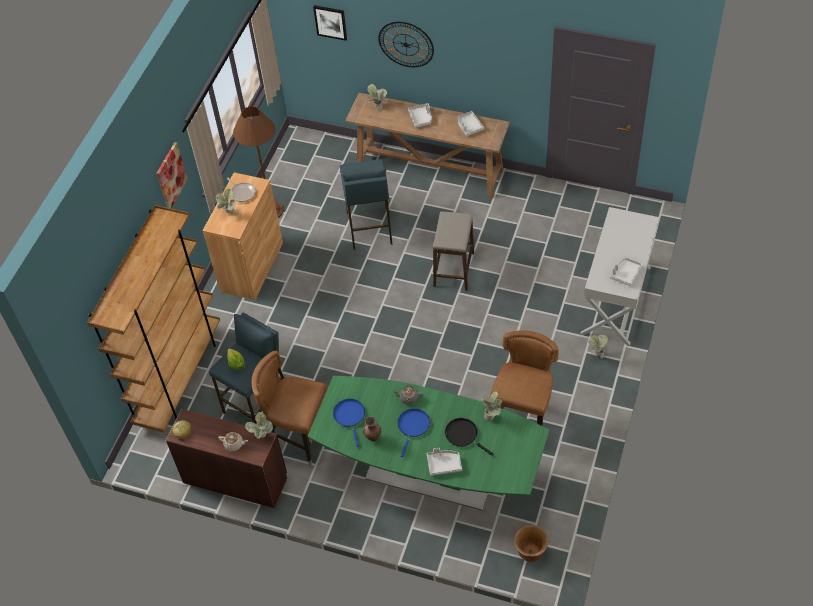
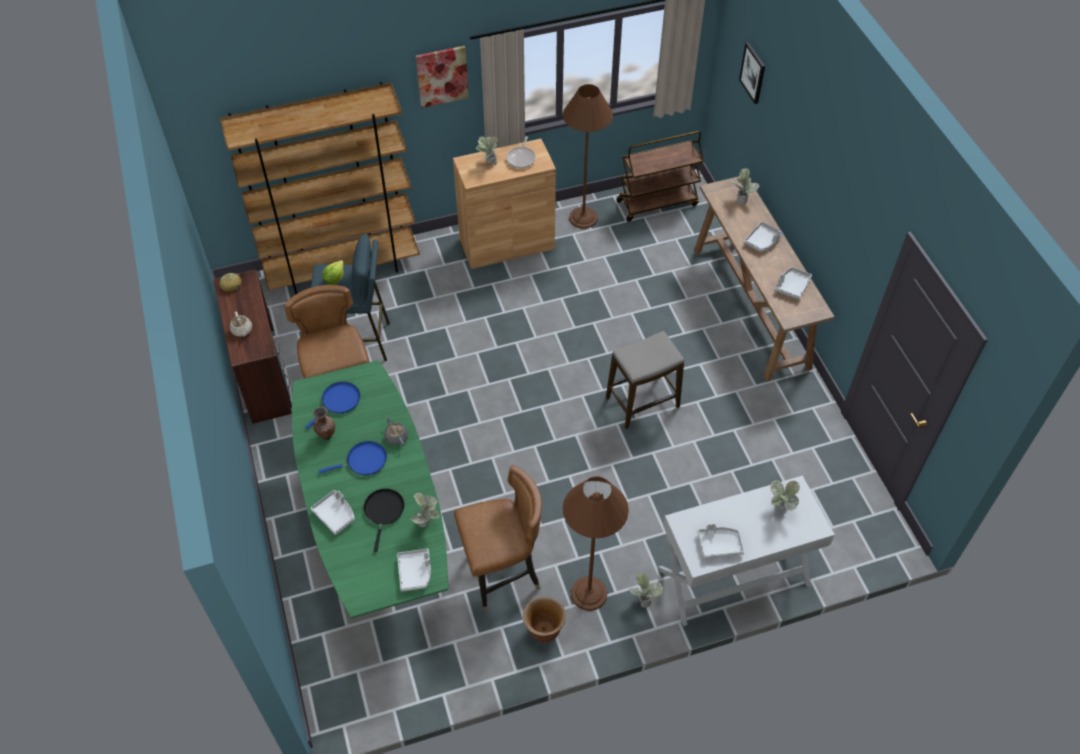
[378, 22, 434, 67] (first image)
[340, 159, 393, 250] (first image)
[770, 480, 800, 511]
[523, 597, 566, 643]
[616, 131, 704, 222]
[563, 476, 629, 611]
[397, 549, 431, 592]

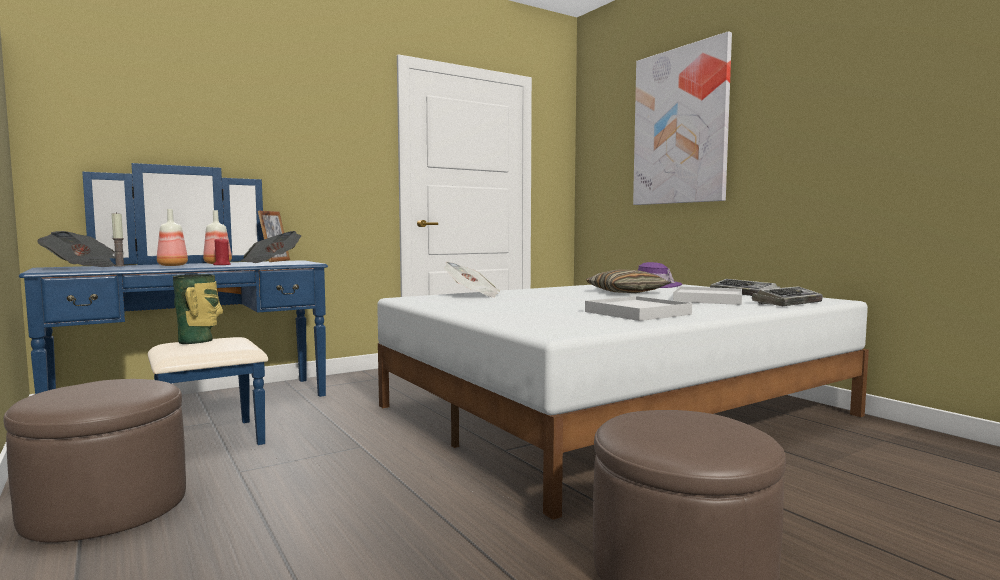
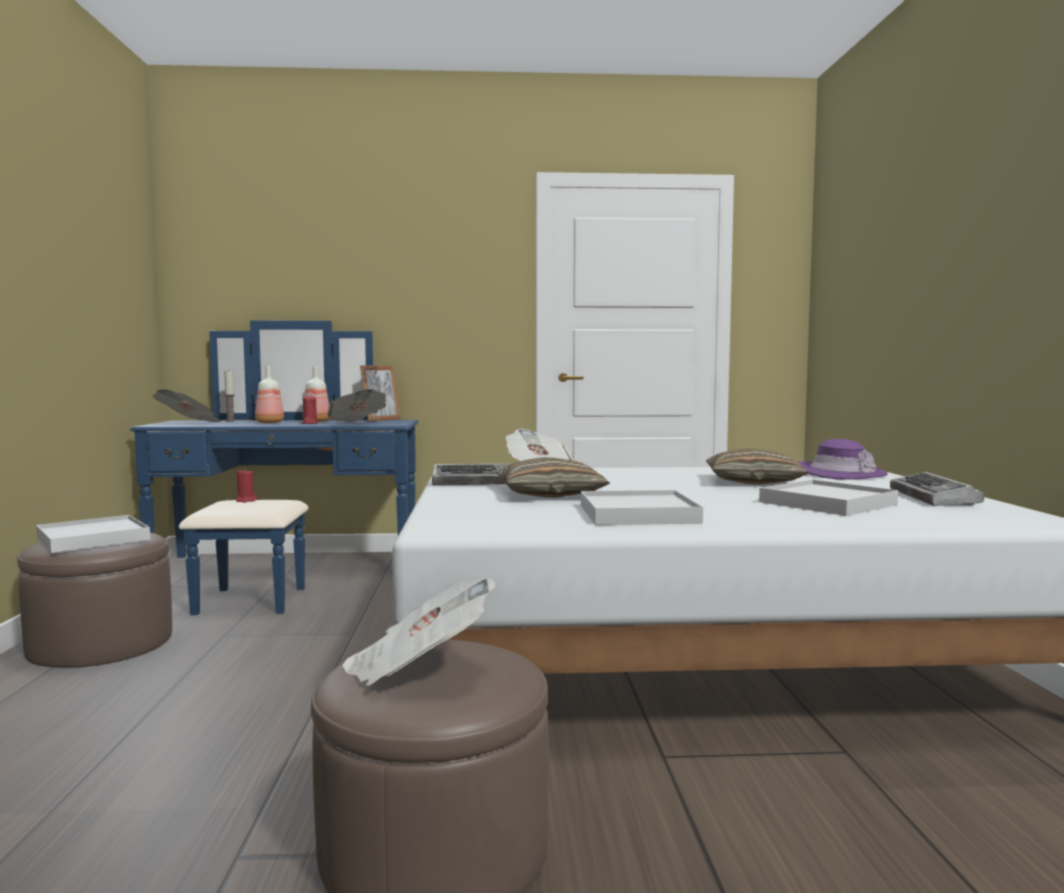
[633, 31, 732, 205] (first image)
[236, 468, 257, 503]
[432, 464, 509, 485]
[496, 457, 610, 498]
[36, 515, 150, 553]
[342, 578, 496, 686]

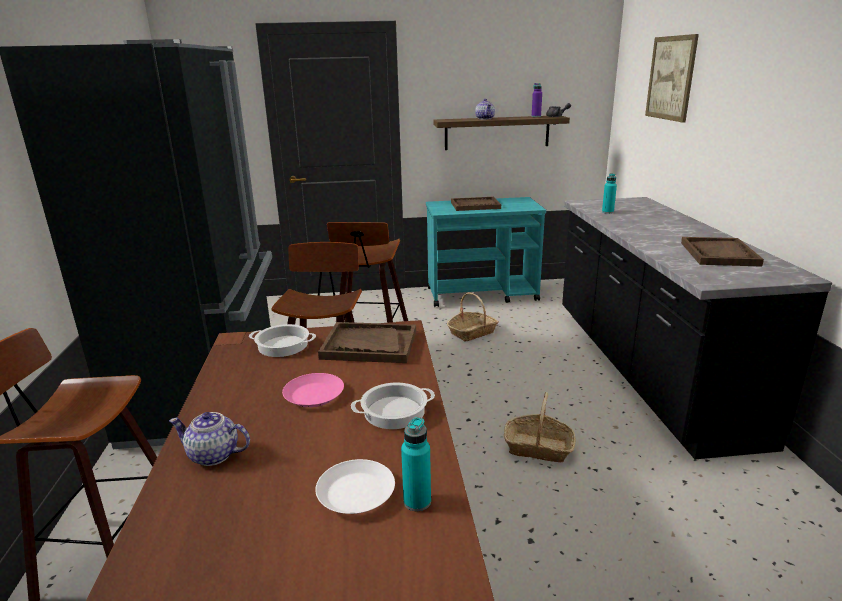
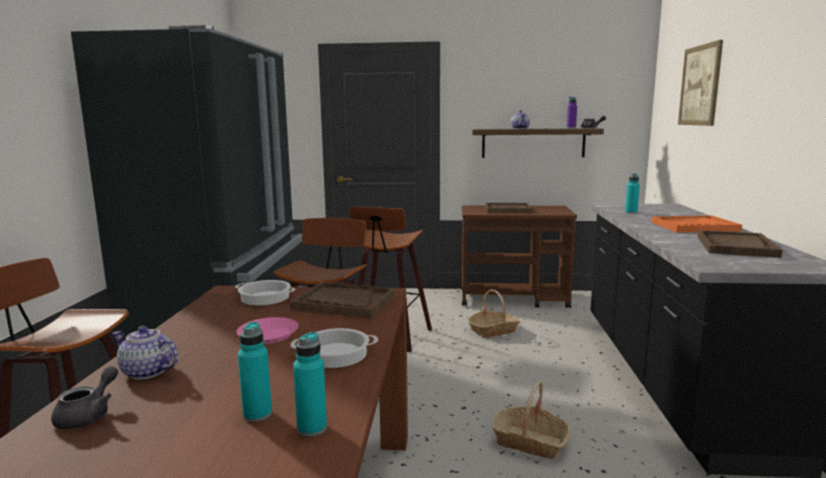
[462, 205, 577, 308]
[238, 322, 272, 422]
[652, 215, 742, 233]
[51, 366, 118, 429]

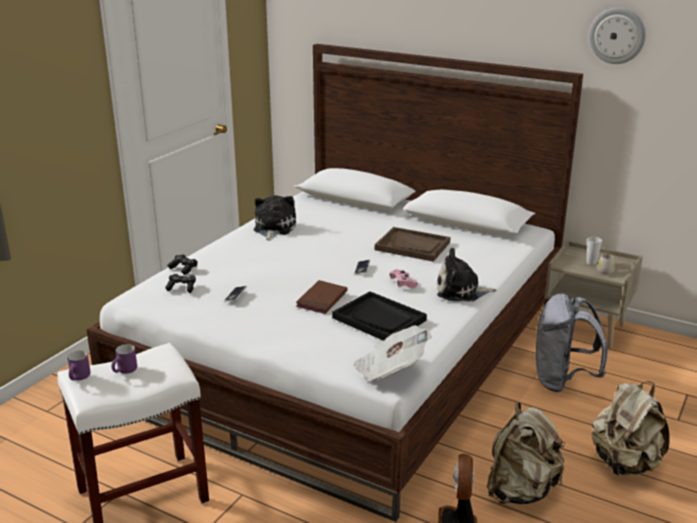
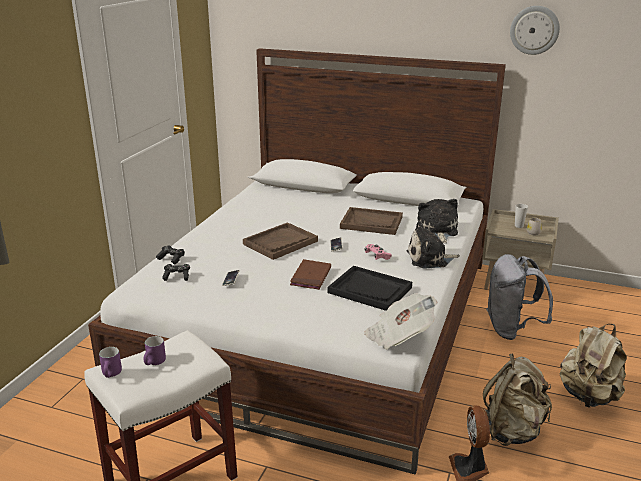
[417, 199, 458, 243]
[243, 222, 318, 260]

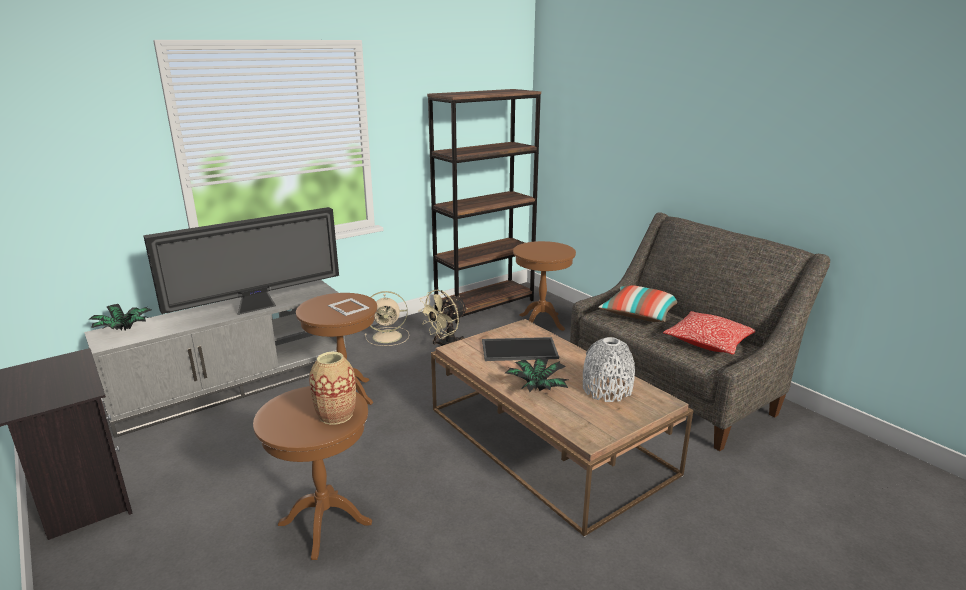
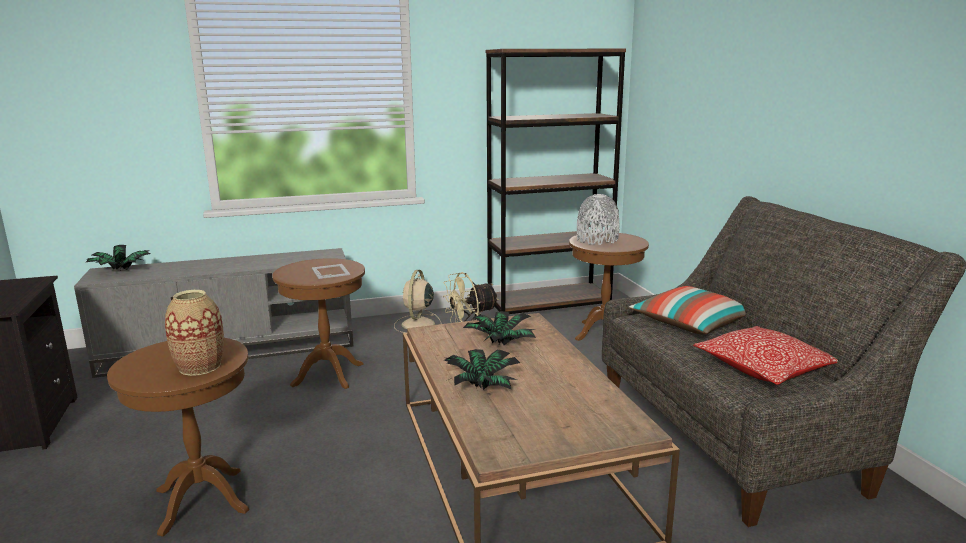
[143, 207, 339, 315] (first image)
[394, 270, 441, 333]
[463, 311, 537, 345]
[577, 194, 620, 245]

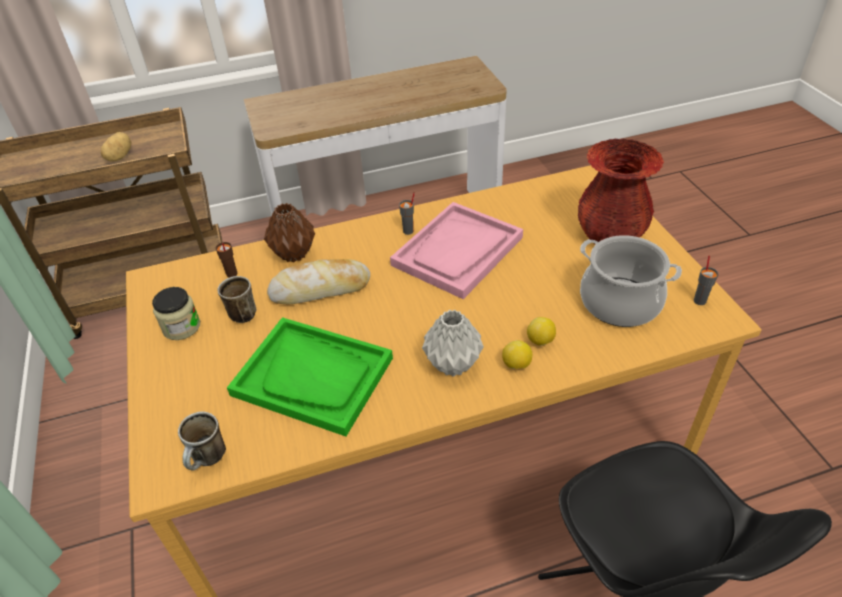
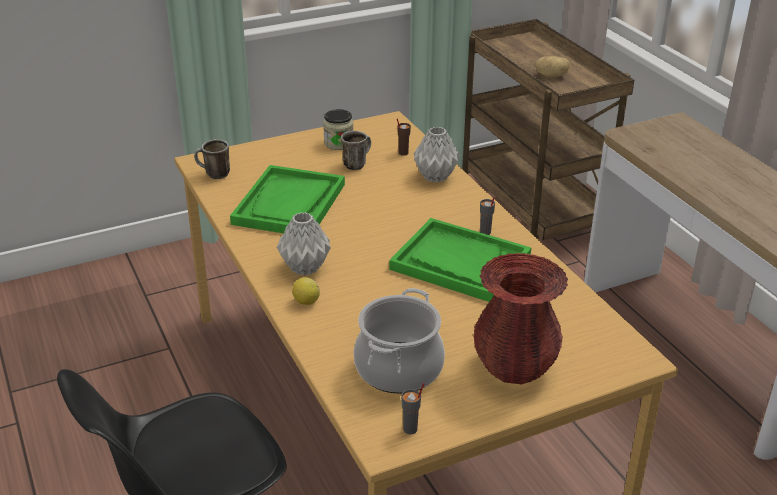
[389, 218, 531, 302]
[414, 127, 460, 183]
[267, 259, 370, 304] (first image)
[527, 317, 556, 346] (first image)

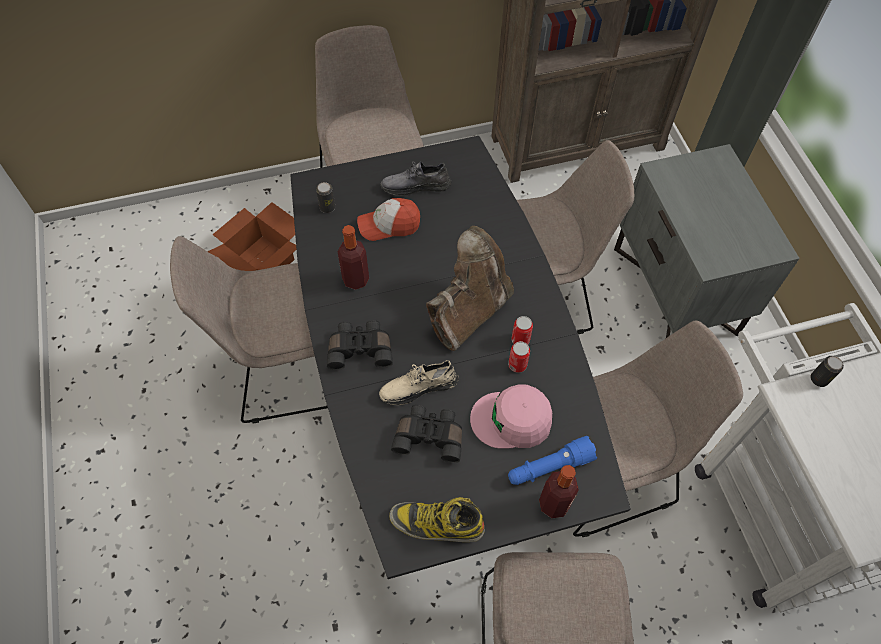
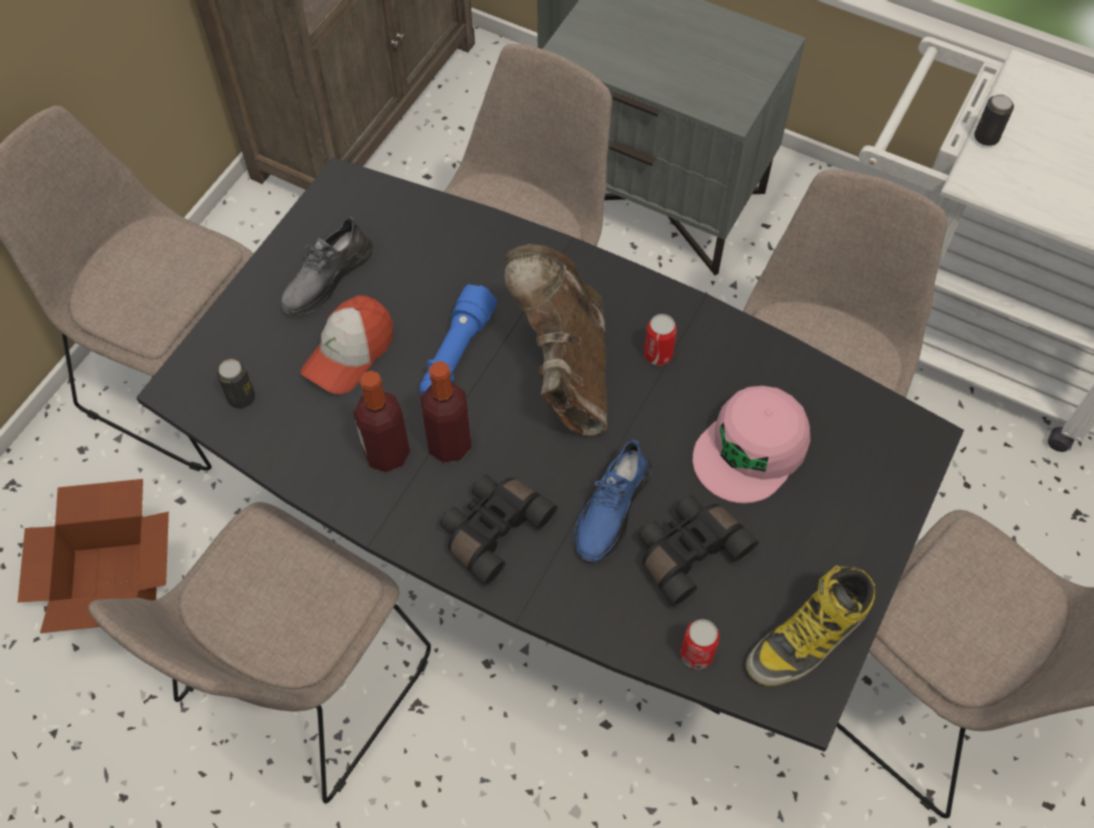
[680, 619, 720, 670]
[574, 439, 652, 562]
[420, 284, 497, 395]
[421, 361, 472, 463]

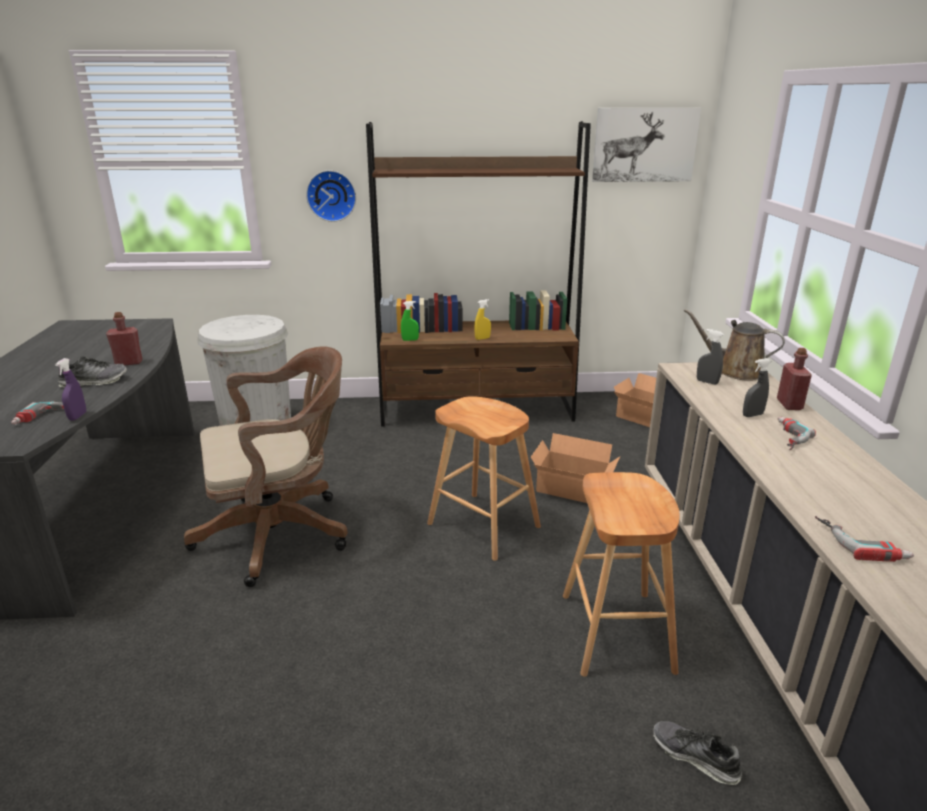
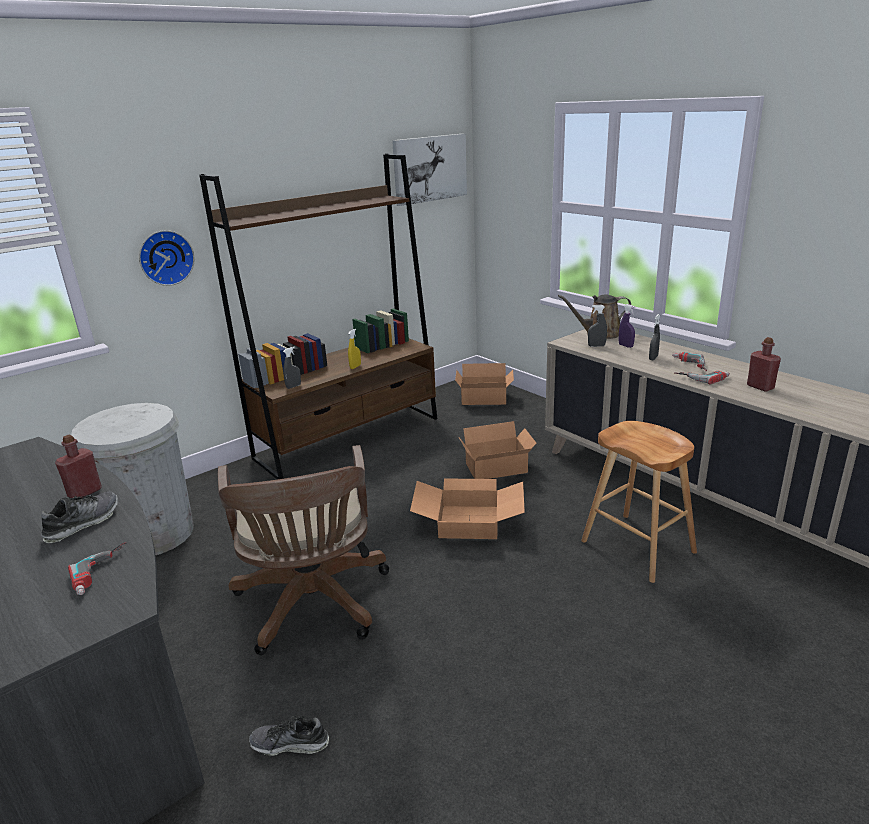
[283, 347, 301, 389]
[218, 445, 389, 655]
[747, 337, 781, 392]
[619, 304, 635, 348]
[410, 479, 525, 539]
[674, 371, 730, 385]
[249, 716, 329, 756]

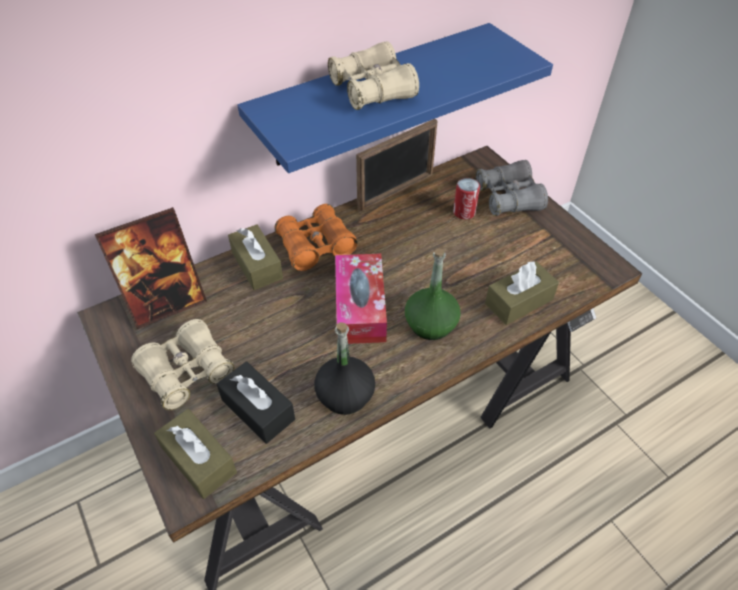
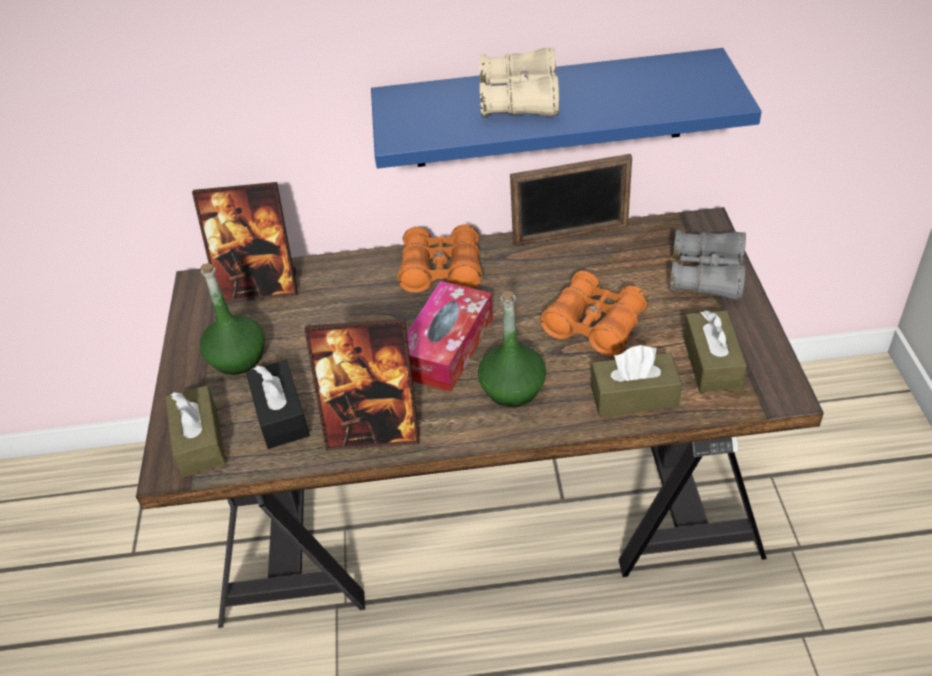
[453, 178, 480, 219] (first image)
[683, 310, 747, 393]
[200, 263, 265, 375]
[304, 319, 420, 451]
[540, 271, 649, 357]

